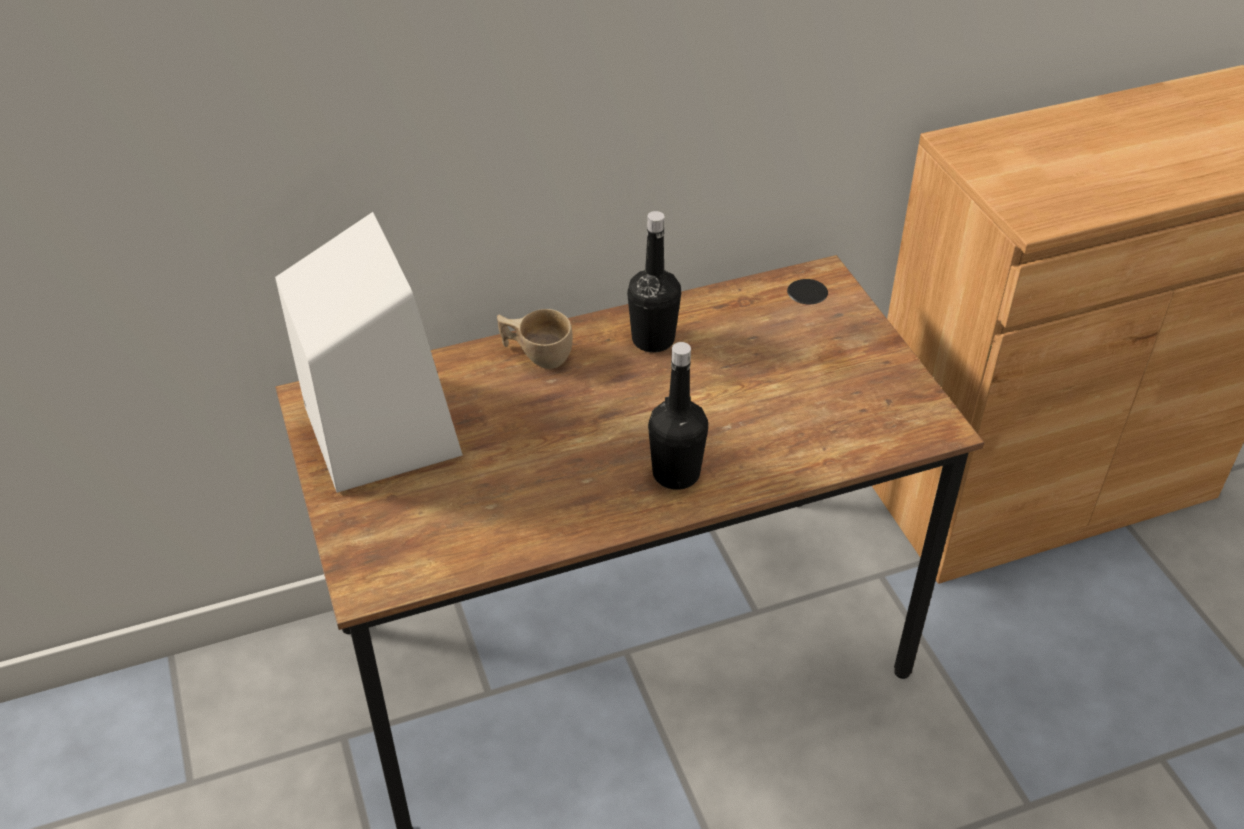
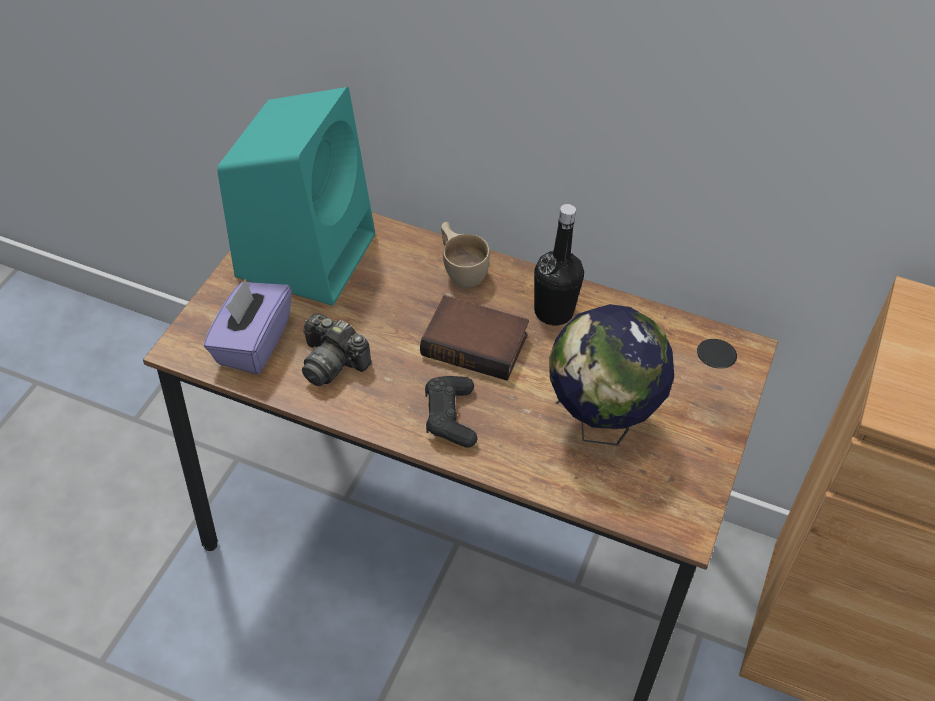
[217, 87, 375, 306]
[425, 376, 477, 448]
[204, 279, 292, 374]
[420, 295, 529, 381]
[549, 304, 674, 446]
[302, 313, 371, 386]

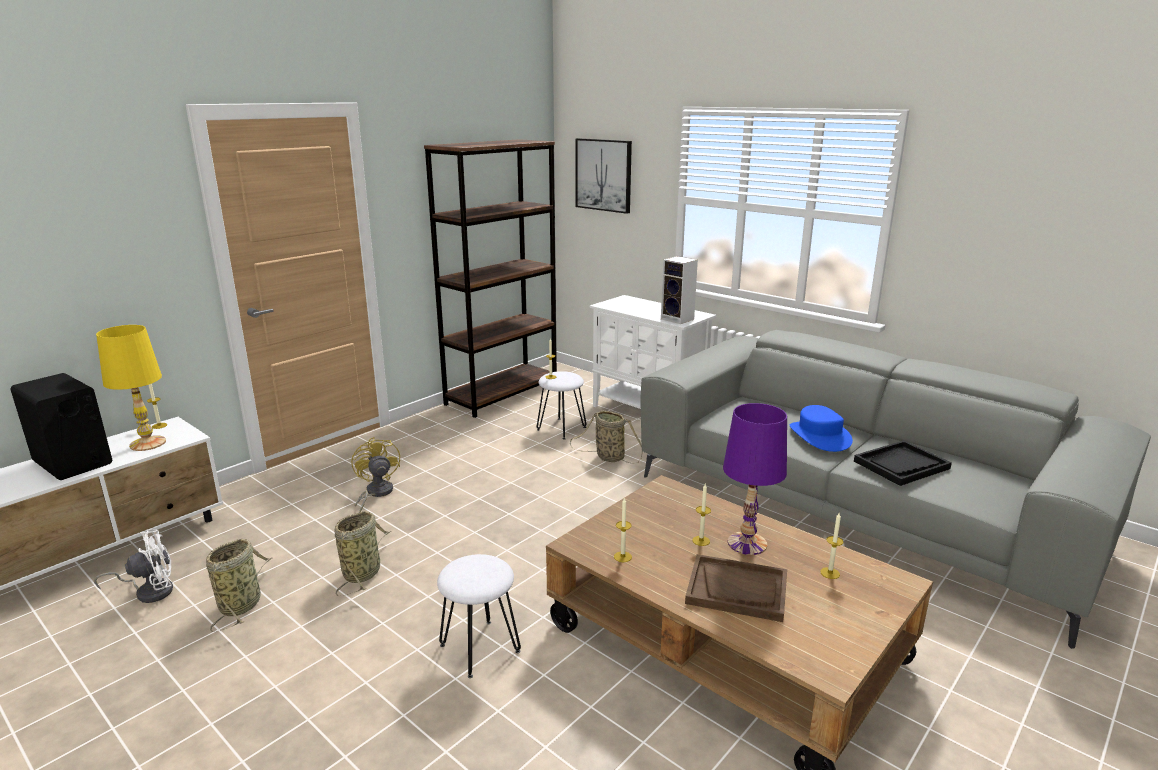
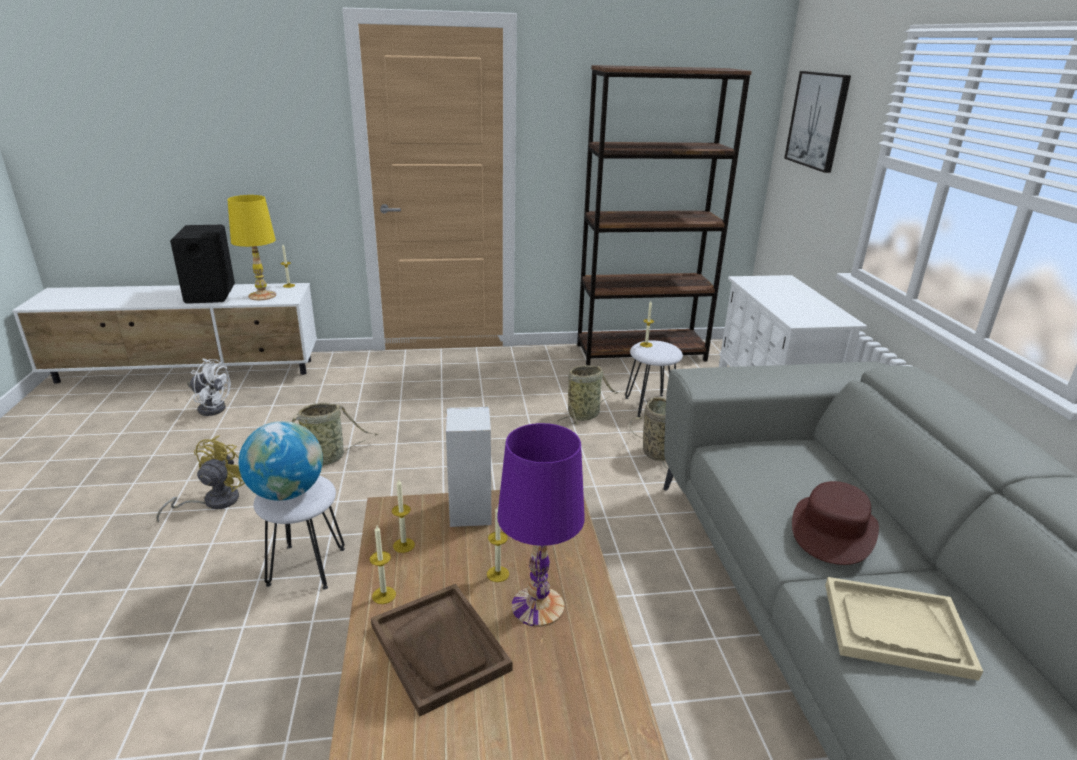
[446, 407, 492, 527]
[792, 481, 879, 565]
[156, 435, 244, 522]
[825, 577, 983, 681]
[370, 526, 396, 604]
[557, 365, 619, 424]
[239, 421, 323, 501]

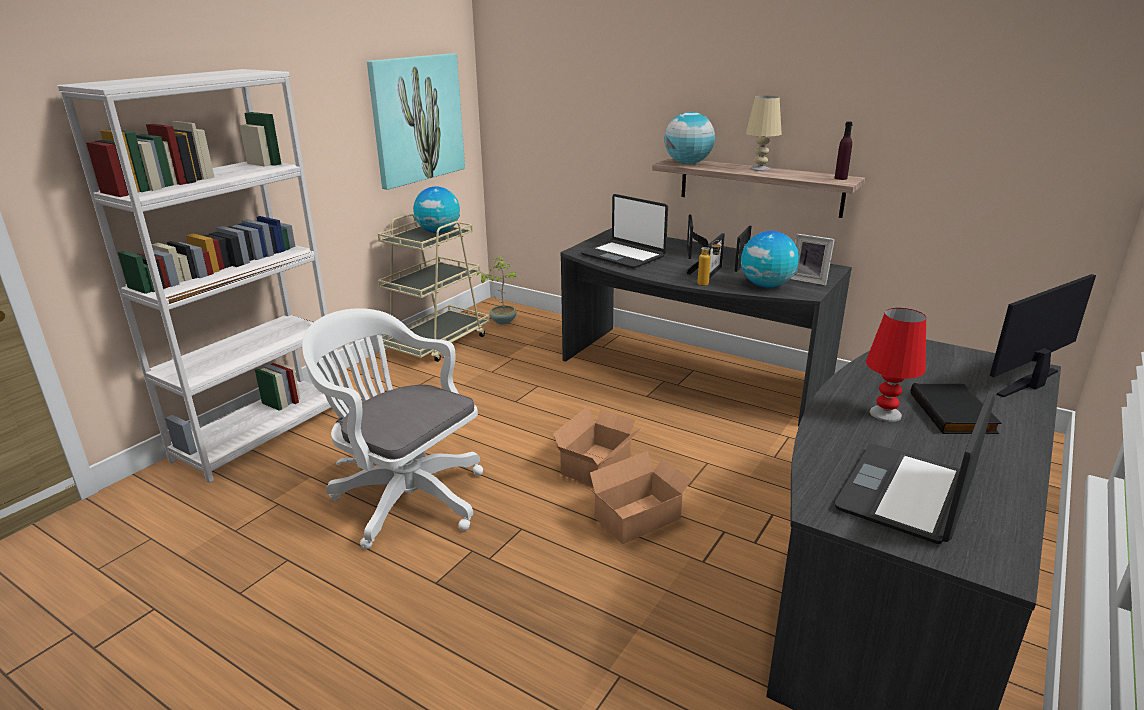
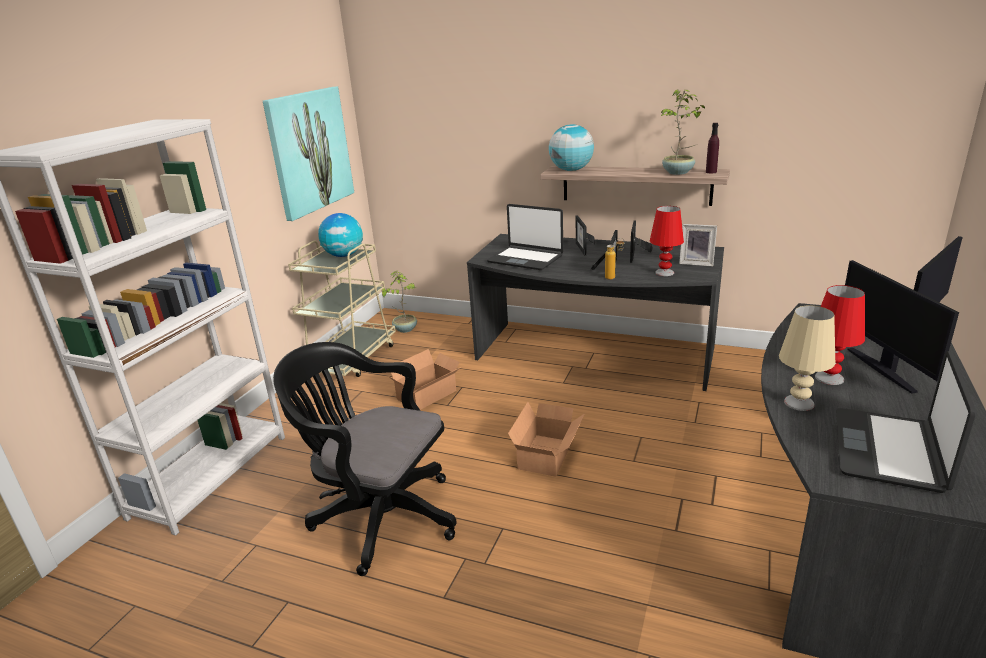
[779, 305, 835, 411]
[649, 206, 684, 276]
[273, 342, 457, 576]
[845, 260, 959, 394]
[388, 349, 461, 410]
[661, 89, 705, 175]

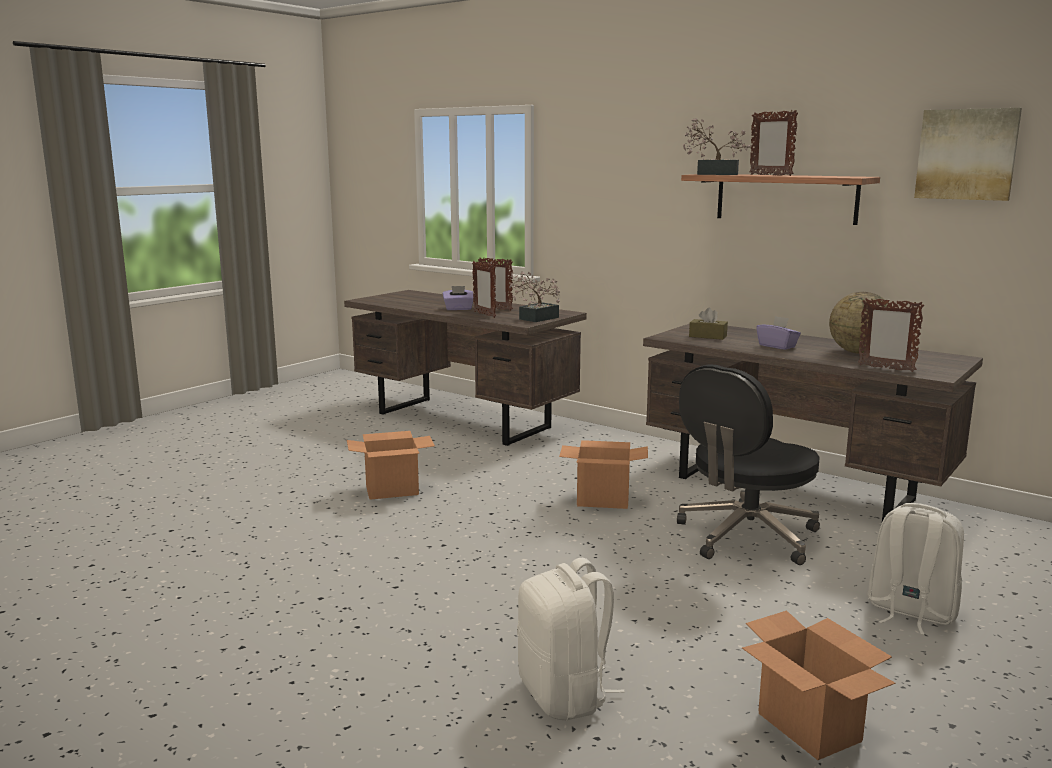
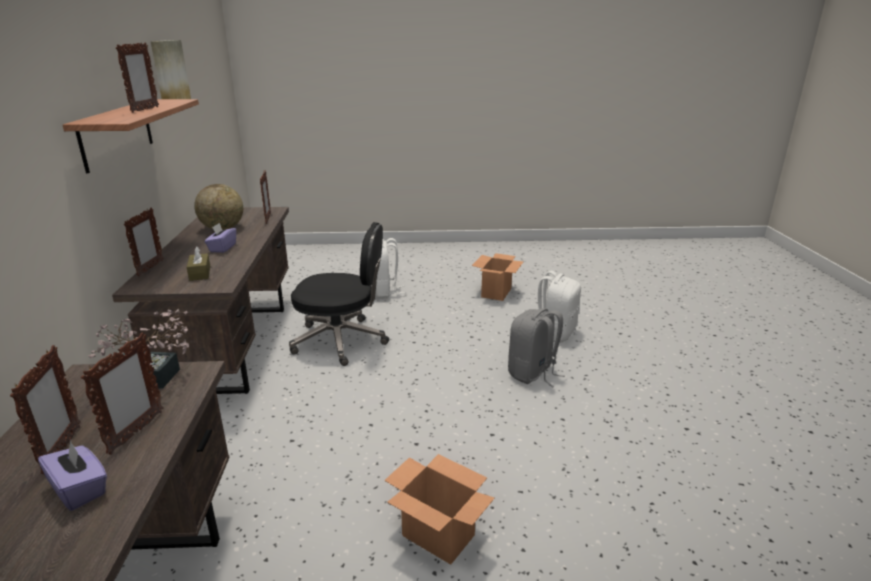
[683, 118, 751, 175] (first image)
[559, 440, 648, 509] (first image)
[124, 207, 164, 276]
[508, 308, 565, 388]

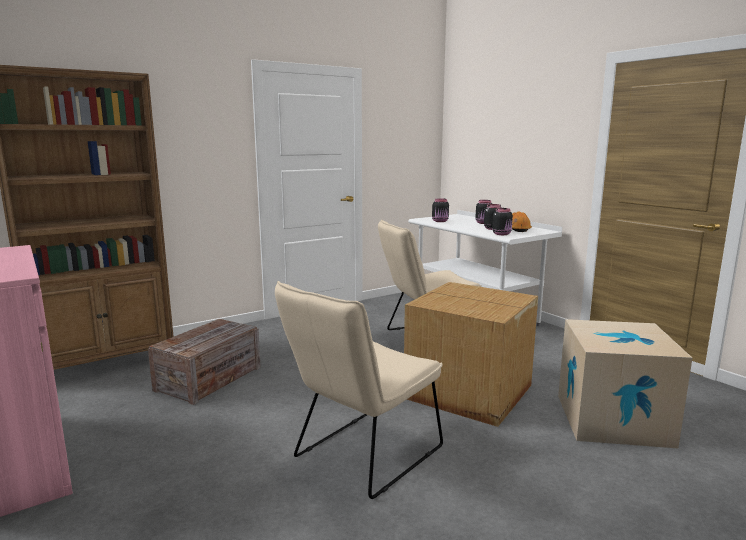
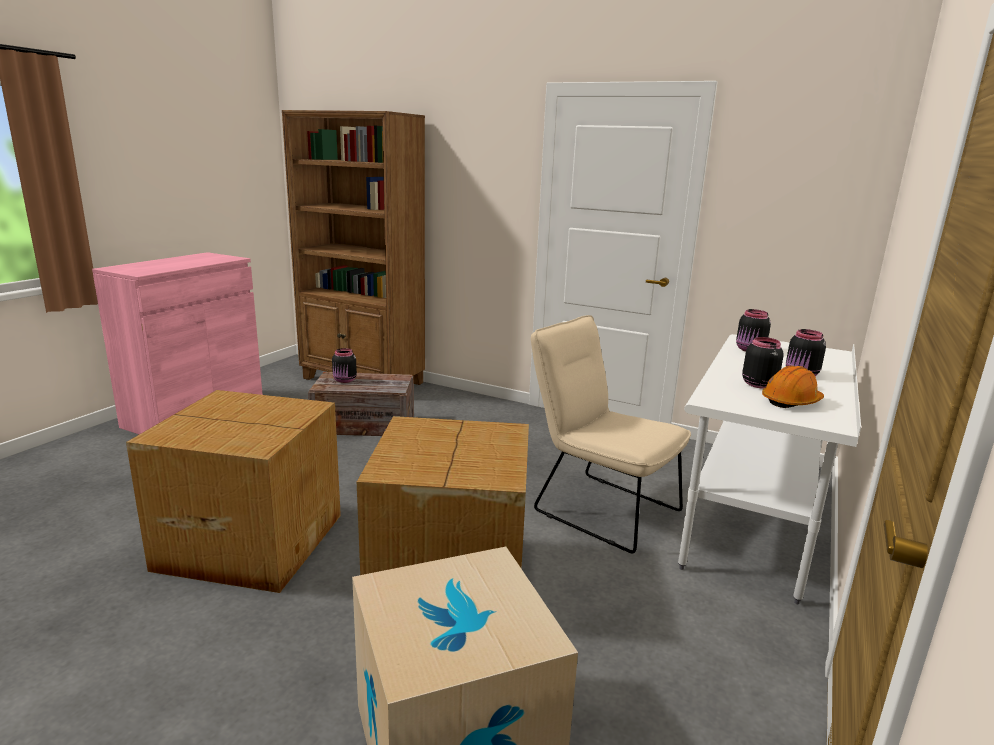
[332, 348, 357, 383]
[126, 390, 341, 593]

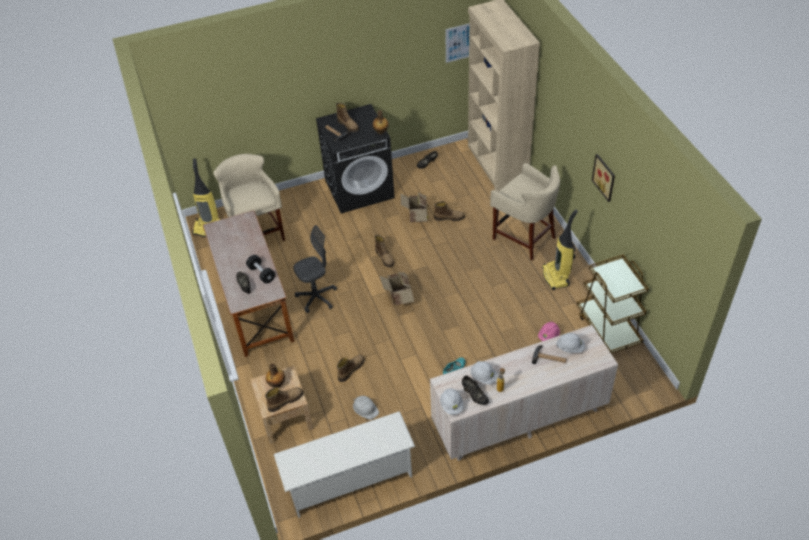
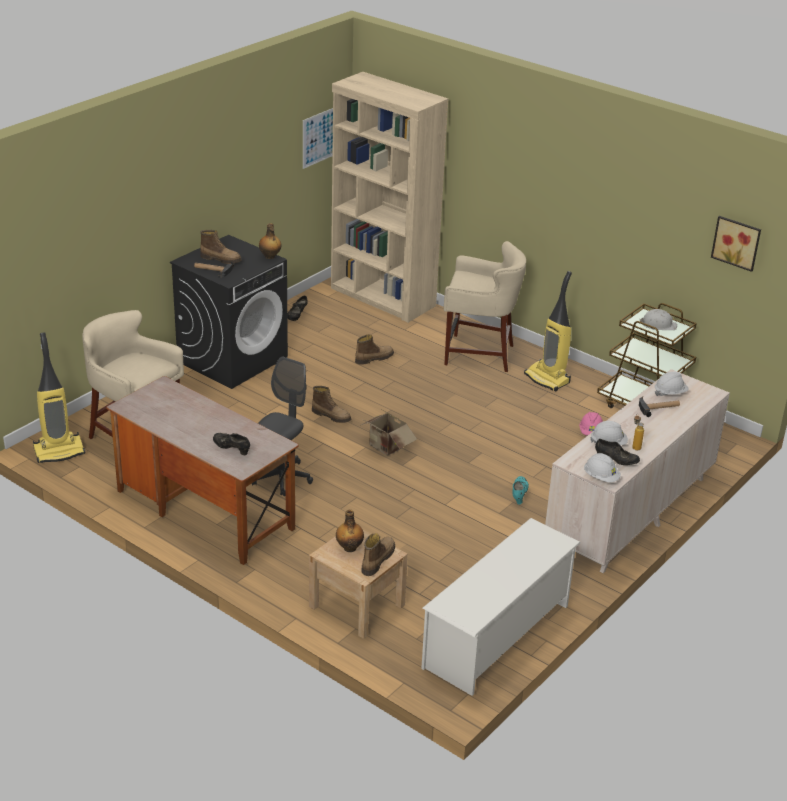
[711, 216, 761, 272]
[400, 193, 428, 222] (first image)
[246, 255, 275, 283] (first image)
[337, 355, 365, 382] (first image)
[640, 309, 677, 330]

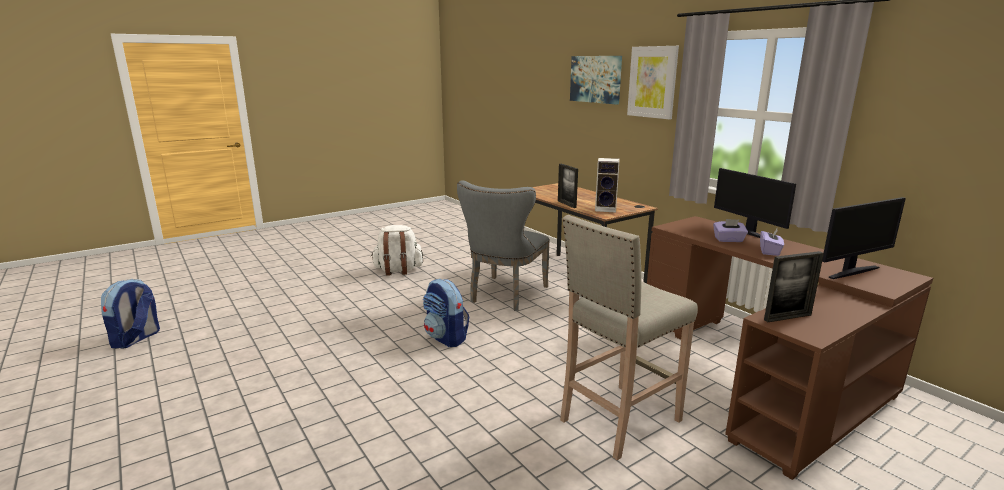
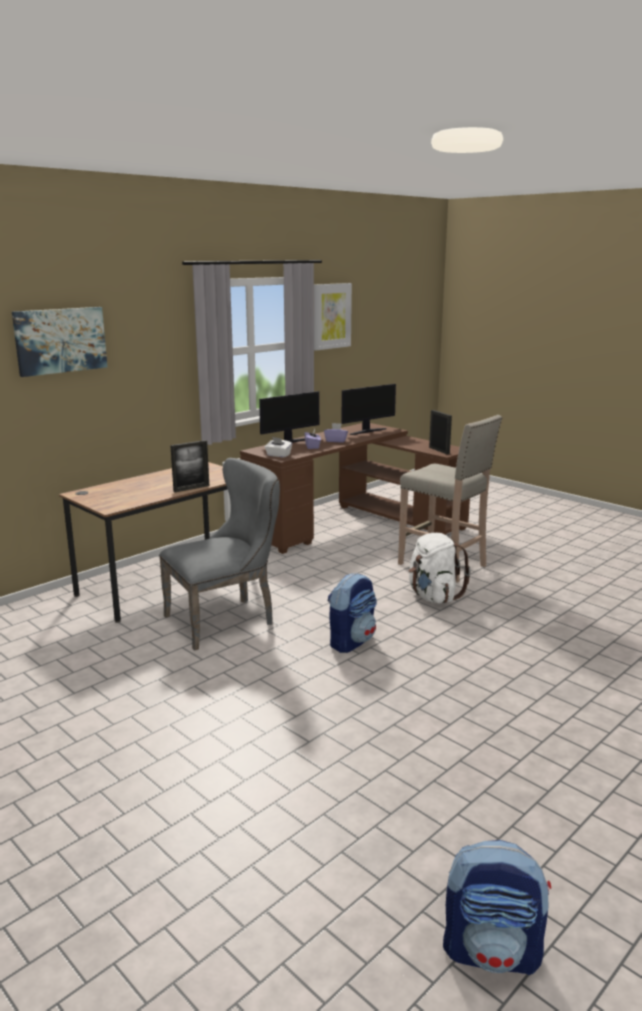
[314, 283, 352, 350]
[595, 158, 620, 212] (first image)
[159, 458, 280, 651]
[341, 384, 396, 435]
[409, 533, 471, 604]
[265, 437, 292, 458]

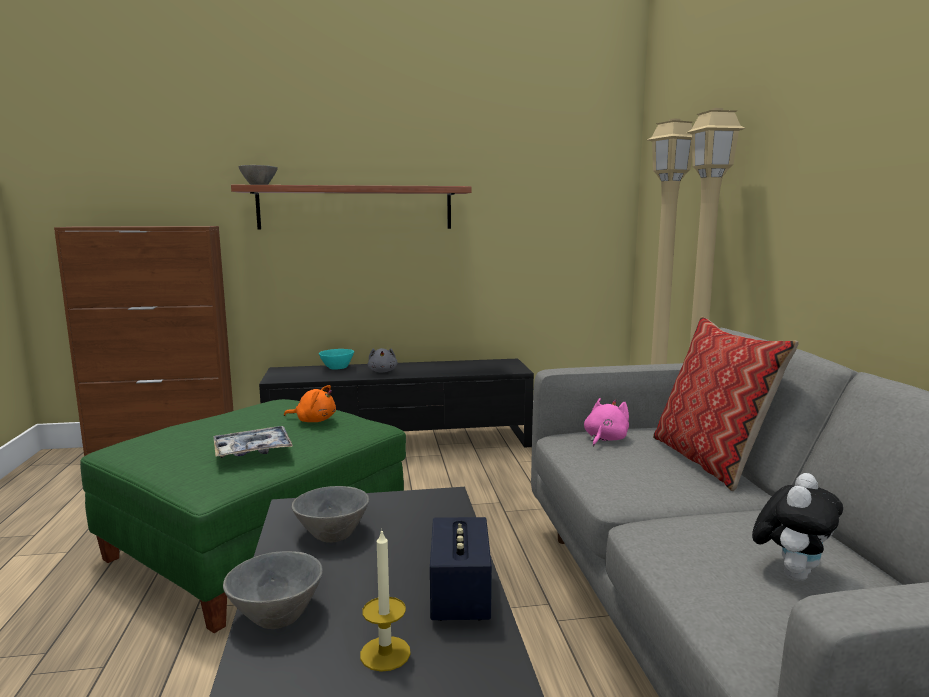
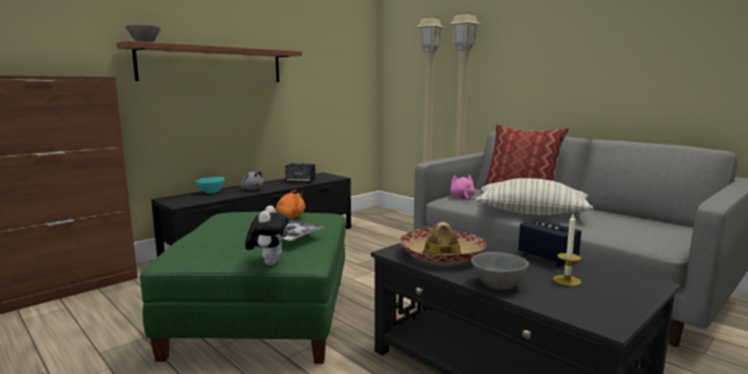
[245, 205, 289, 265]
[400, 222, 486, 264]
[285, 163, 316, 183]
[475, 178, 593, 215]

